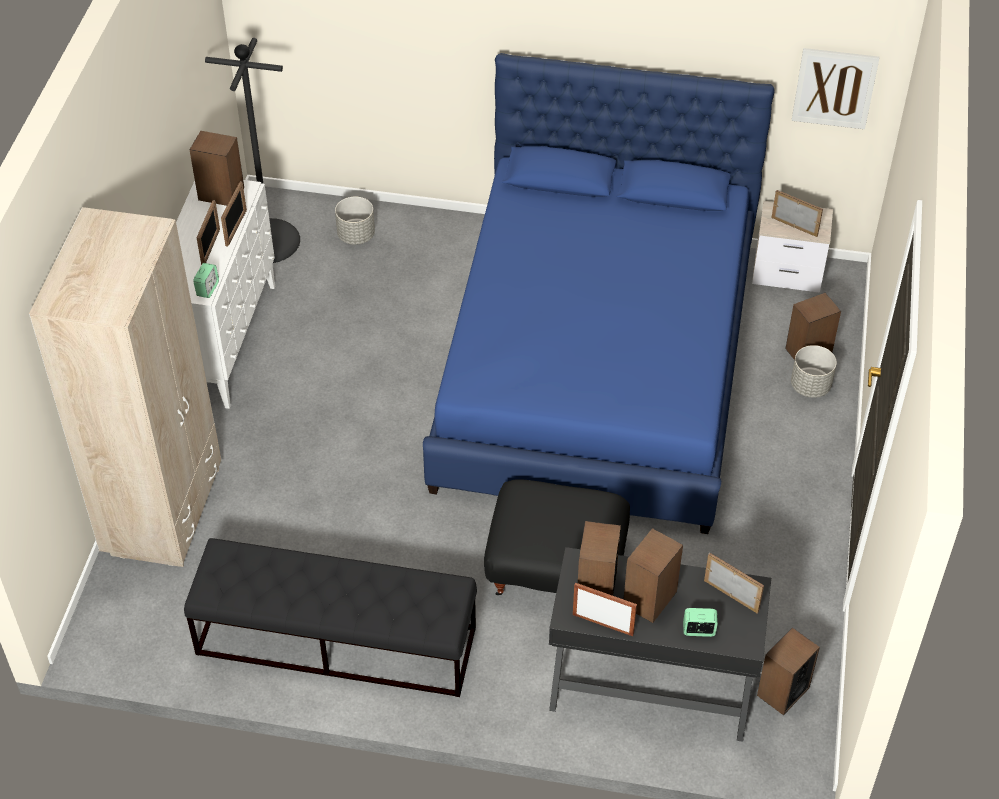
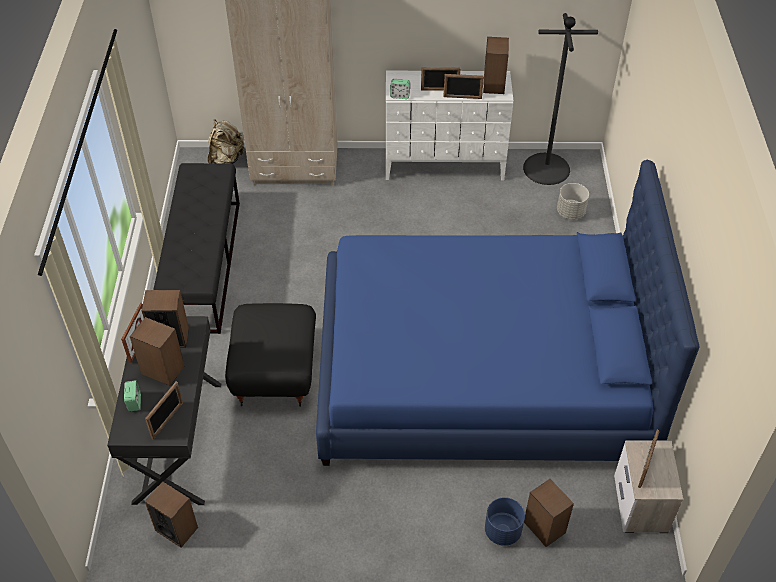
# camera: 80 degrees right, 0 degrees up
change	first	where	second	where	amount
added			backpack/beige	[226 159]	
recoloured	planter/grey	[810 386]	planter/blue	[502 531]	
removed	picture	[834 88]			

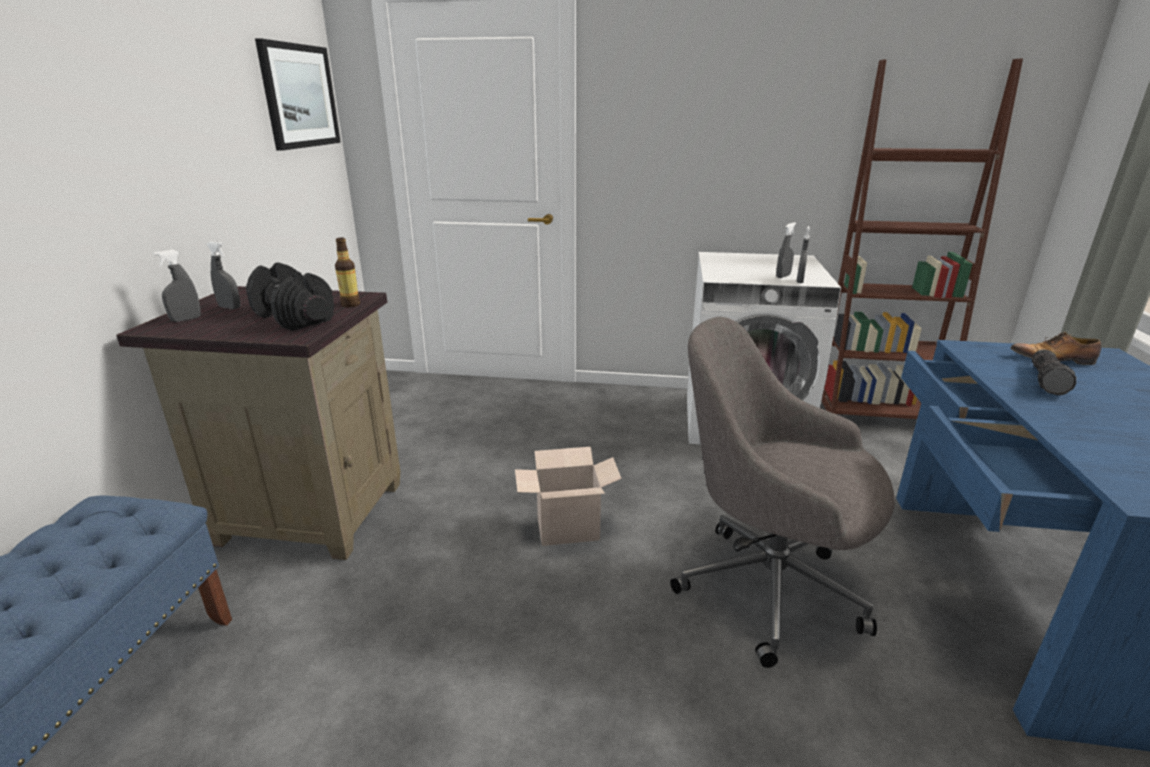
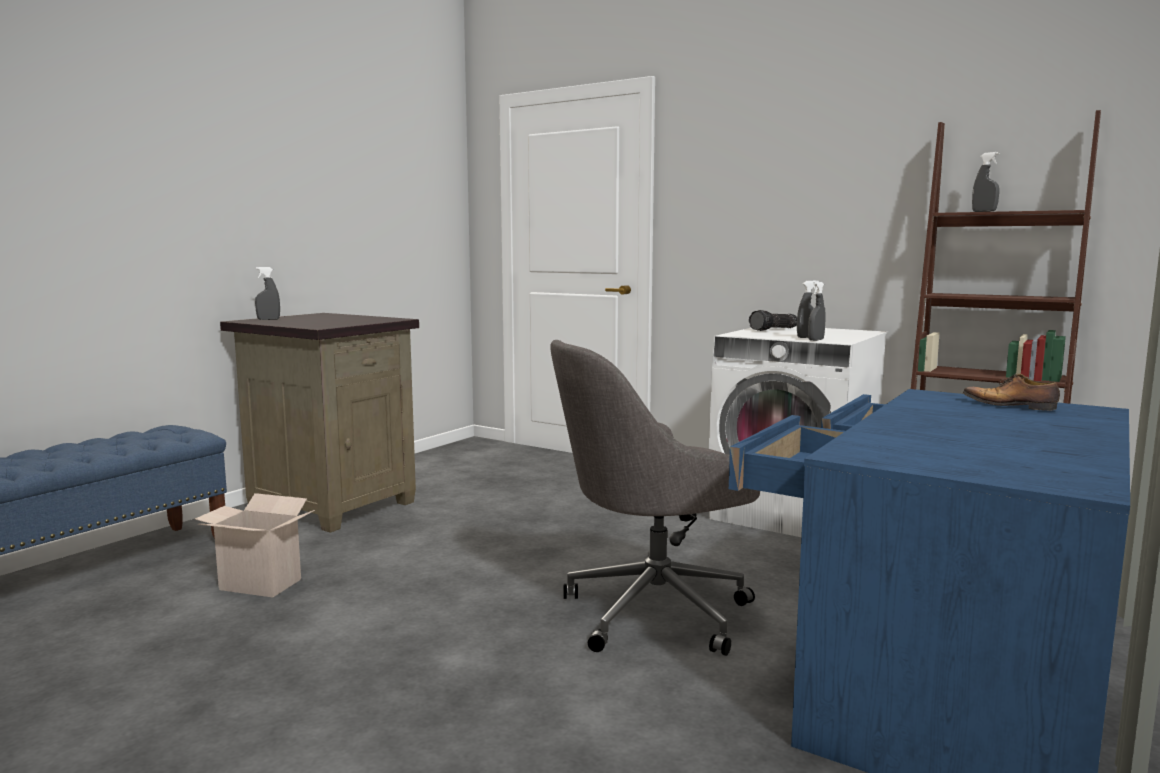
# camera: 25 degrees right, 15 degrees down
change	first	where	second	where	amount
moved	cardboard box	[566 531]		[257 585]	
turned	office chair/grey	[766 590]		[654 614]	75 degrees counterclockwise
moved	flashlight	[1048 381]		[774 329]	
moved	spray bottle/grey	[230 307]		[984 211]	
removed	dumbbell/black	[295 317]			
removed	picture	[299 96]			
removed	bottle	[350 304]			

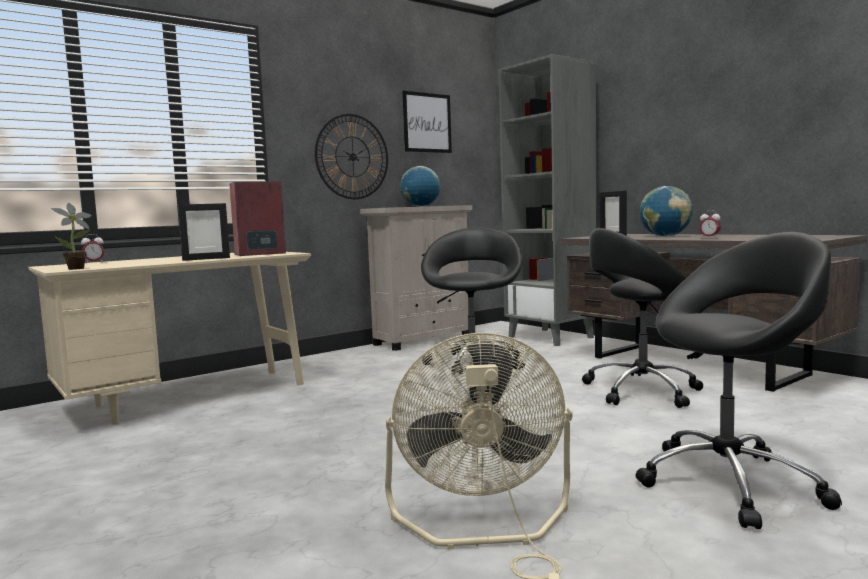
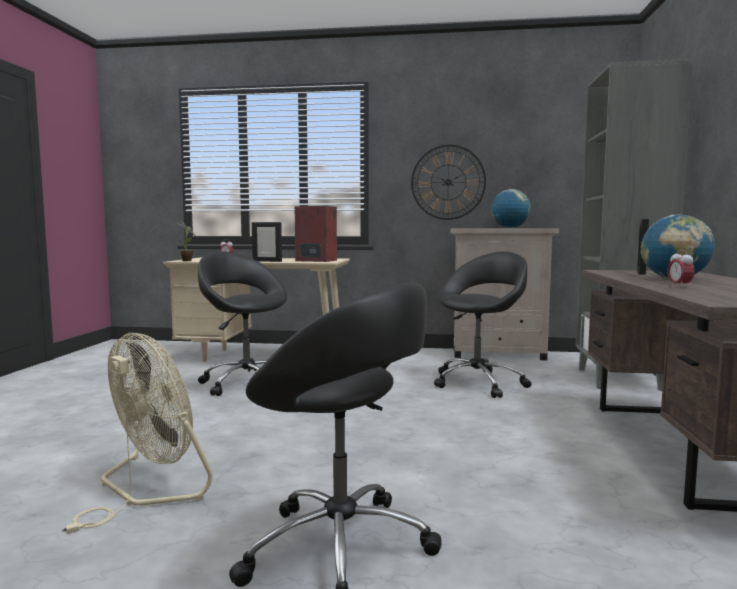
# camera: 45 degrees right, 0 degrees up
change	first	where	second	where	amount
moved	office chair/black	[638 391]		[246 382]	
removed	picture	[427 123]			

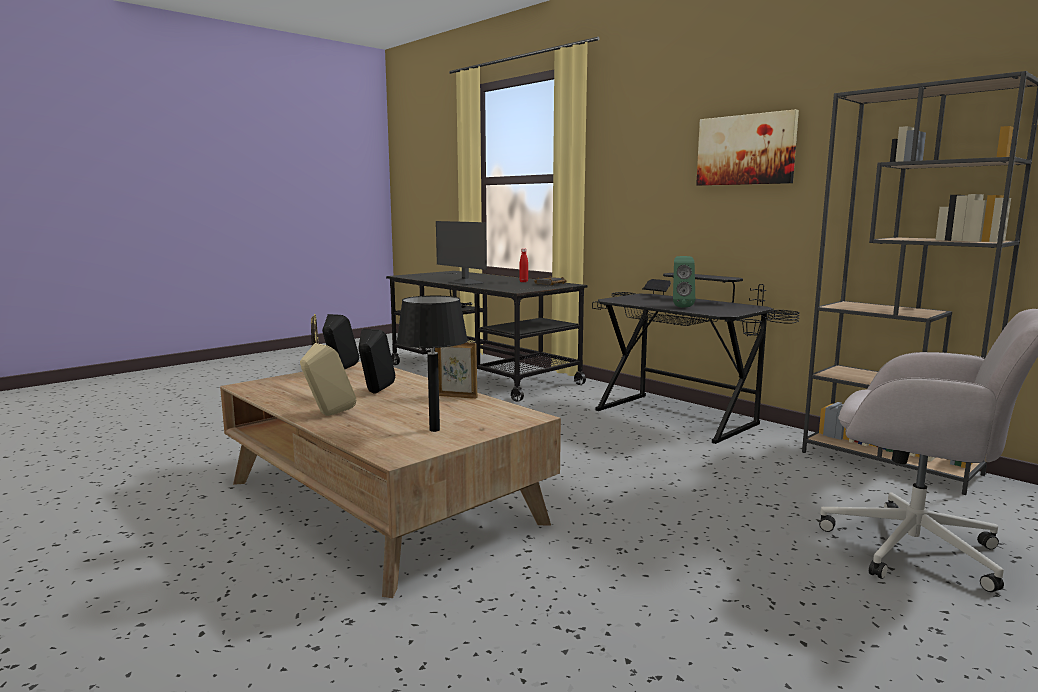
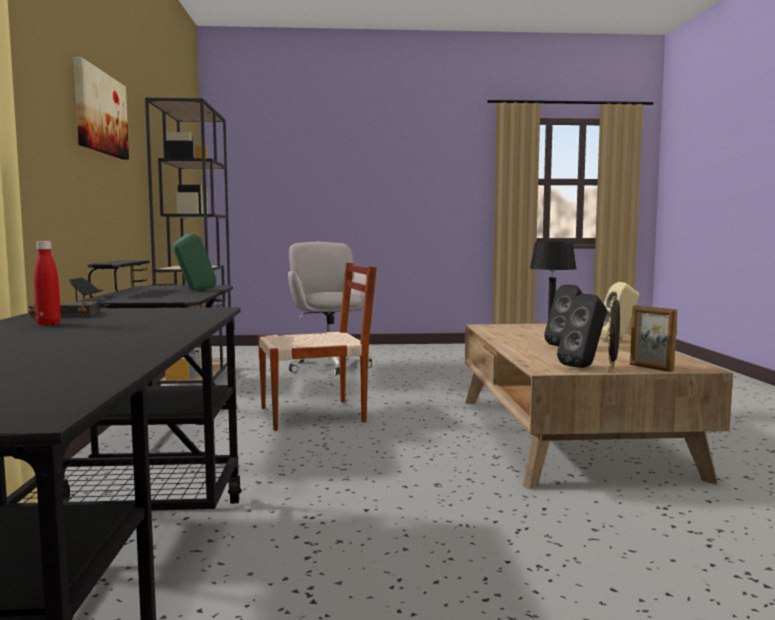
# camera: 140 degrees left, 5 degrees down
change	first	where	second	where	amount
added			chair	[315 415]	
moved	picture frame	[457 396]		[650 368]	
removed	monitor	[465 283]			

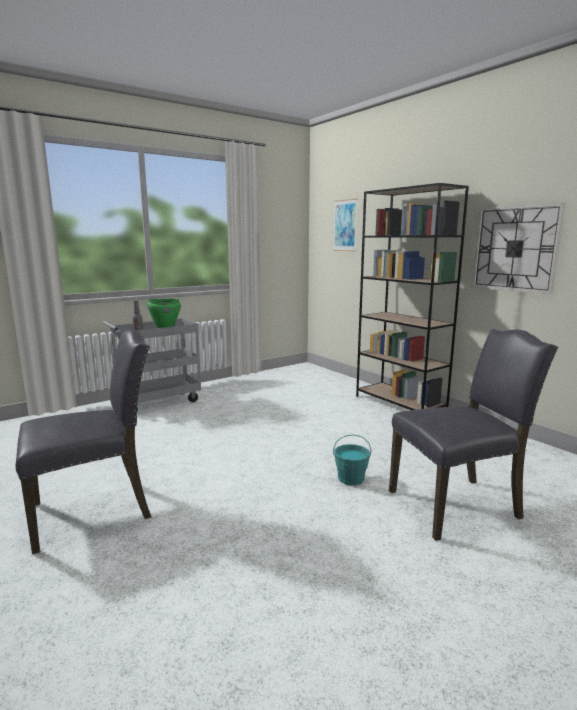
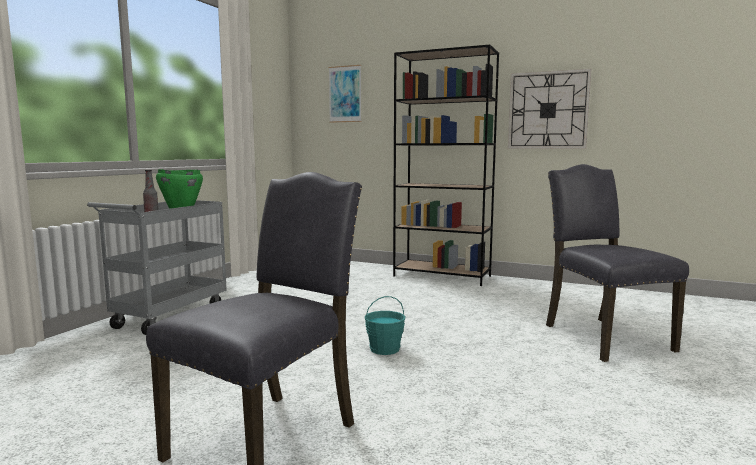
# camera: 30 degrees left, 5 degrees down
change	first	where	second	where	amount
moved	bucket/turquoise	[351 478]		[384 349]	
turned	chair/grey	[457 505]		[602 336]	60 degrees counterclockwise

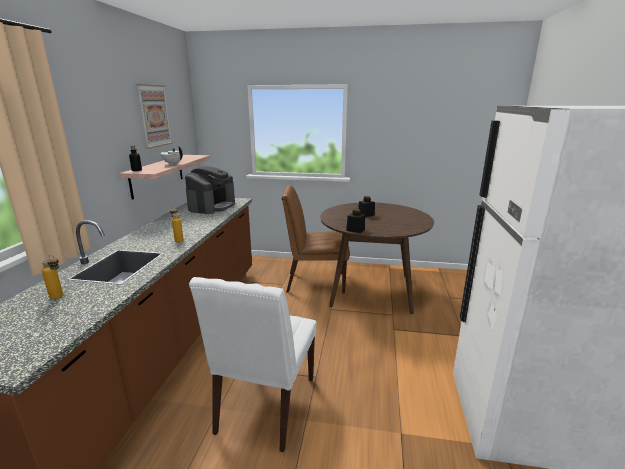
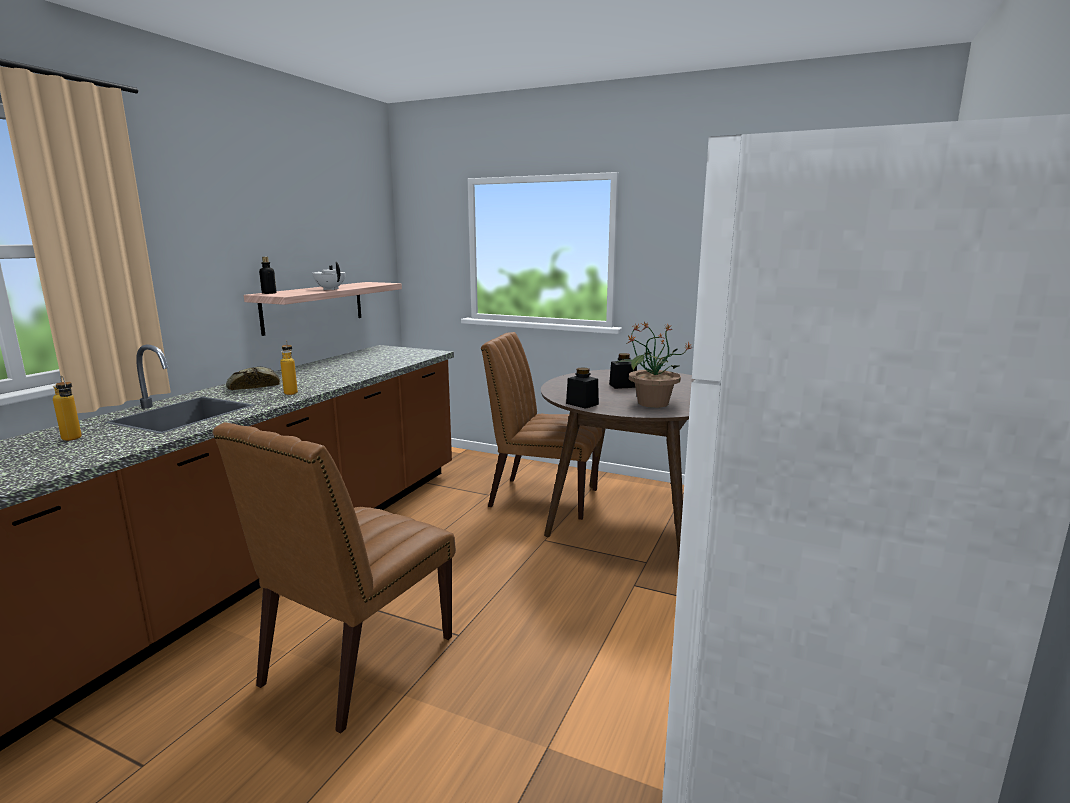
# camera: 15 degrees right, 5 degrees down
change	first	where	second	where	amount
recoloured	chair/white	[266 403]	chair/brown	[359 659]	
added			bread	[252 386]	
added			potted plant	[651 403]	
removed	picture	[154 116]			
removed	coffee machine	[212 206]			

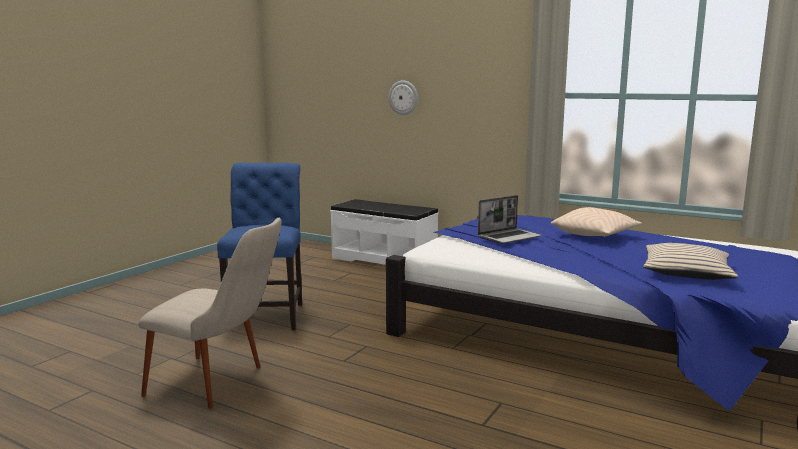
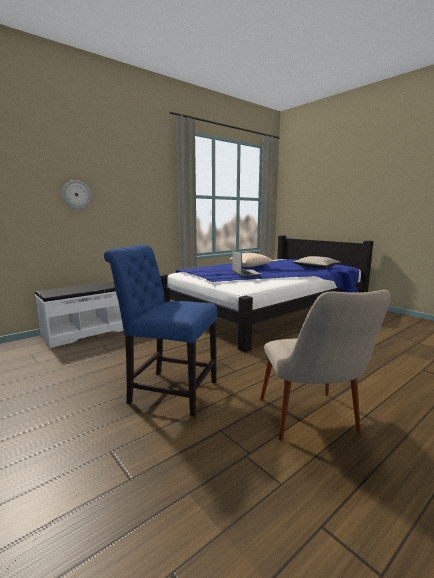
# camera: 70 degrees left, 0 degrees up
change	first	where	second	where	amount
turned	chair/beige	[221 383]		[313 425]	135 degrees clockwise

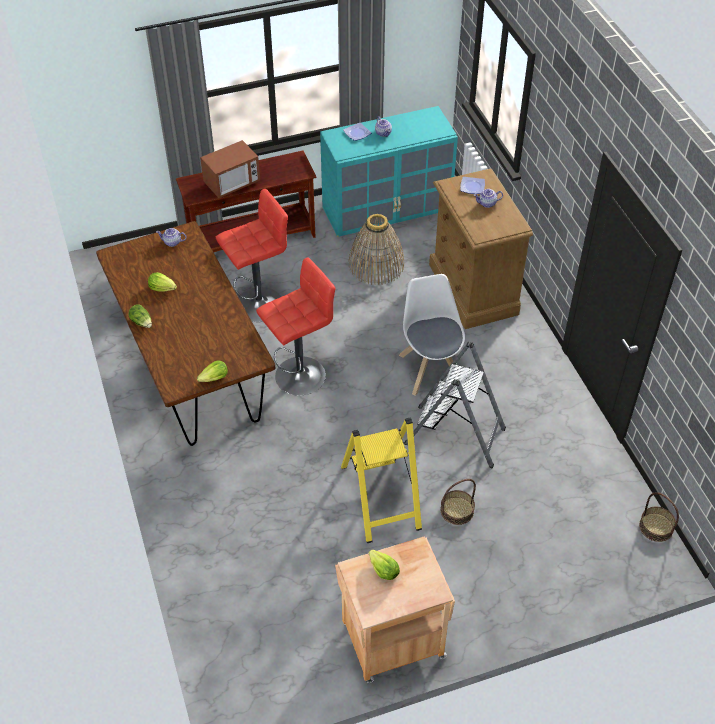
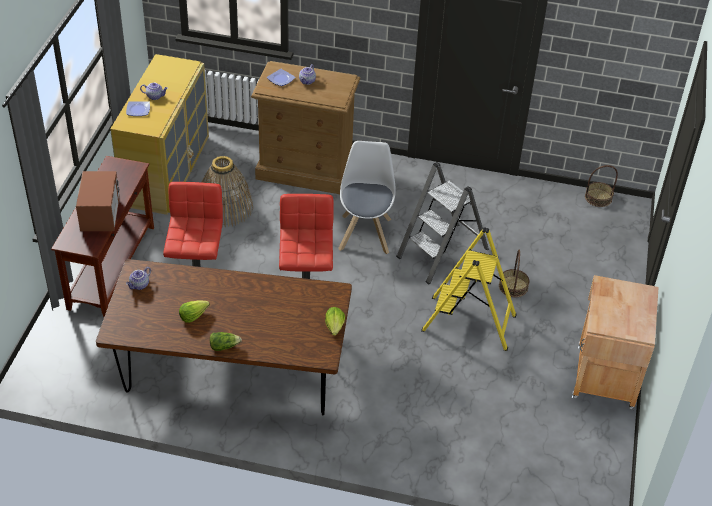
# camera: 60 degrees left, 5 degrees down
change	first	where	second	where	amount
recoloured	cabinet/turquoise	[387 209]	cabinet/yellow	[167 170]	
turned	chair	[430 368]		[365 232]	75 degrees clockwise
removed	lettuce	[383 570]			

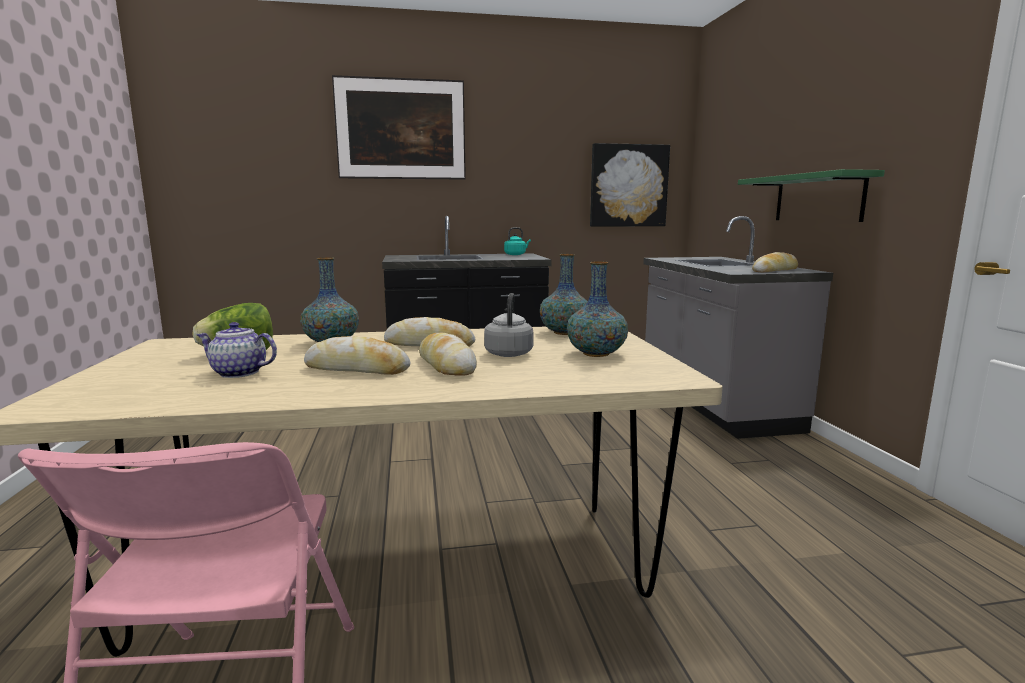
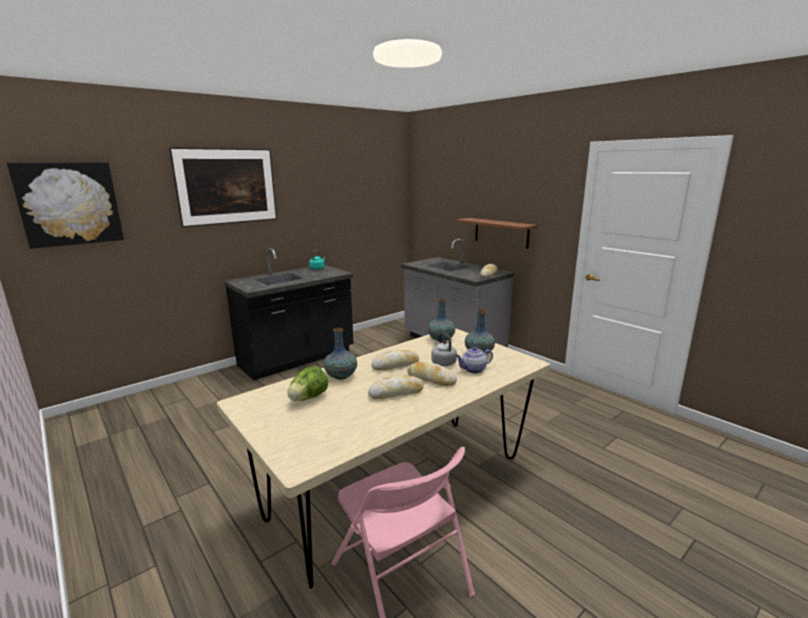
# camera: 30 degrees left, 5 degrees up
change	first	where	second	where	amount
moved	picture	[628 186]		[69 203]	
recoloured	shelf/green	[818 198]	shelf/brown	[501 232]	
moved	teapot	[237 373]		[473 370]	

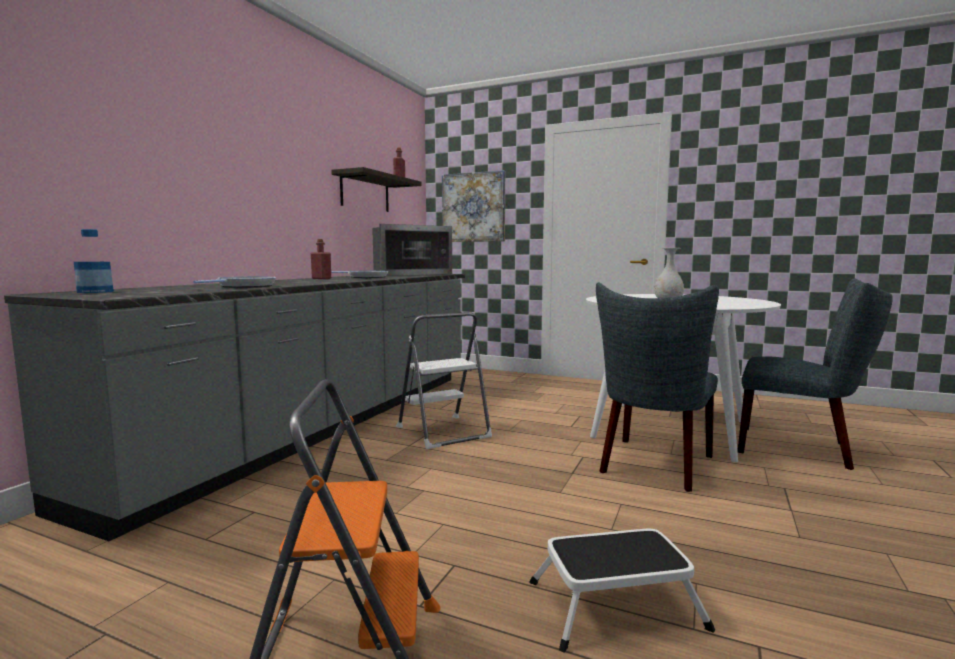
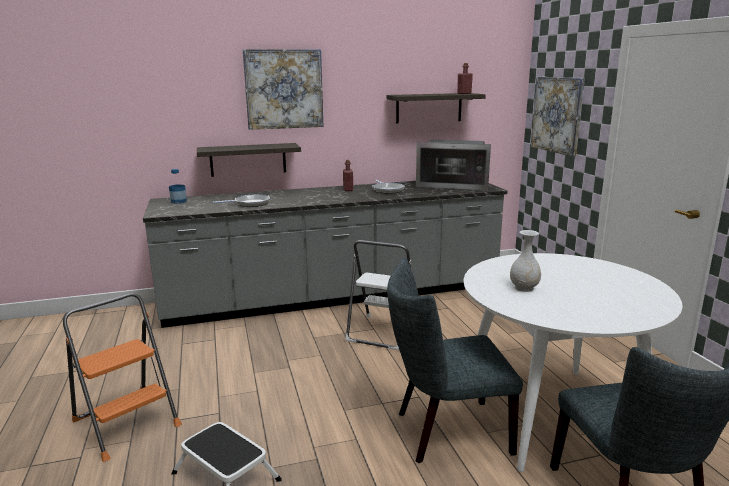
# camera: 50 degrees right, 10 degrees up
change	first	where	second	where	amount
added			shelf	[248 159]	
added			picture	[284 89]	

